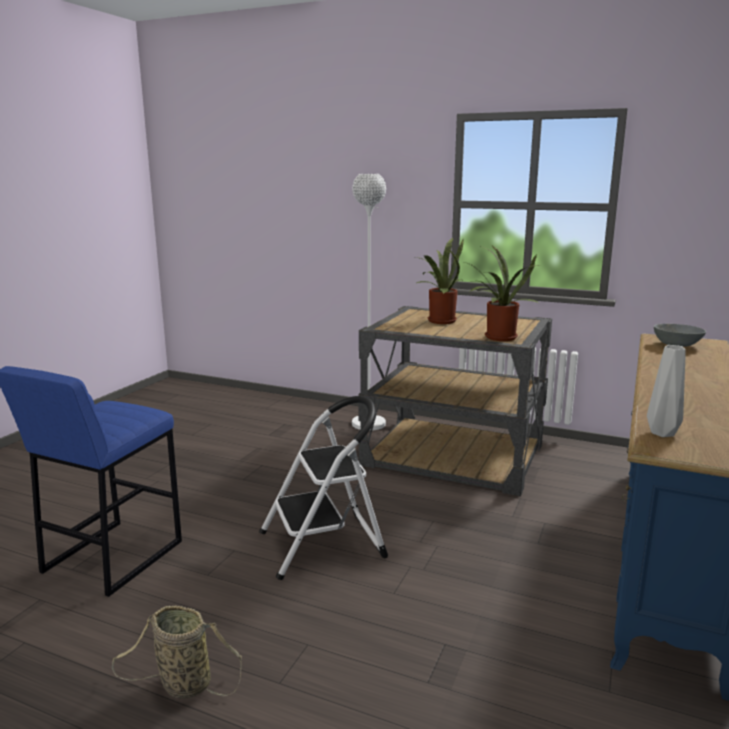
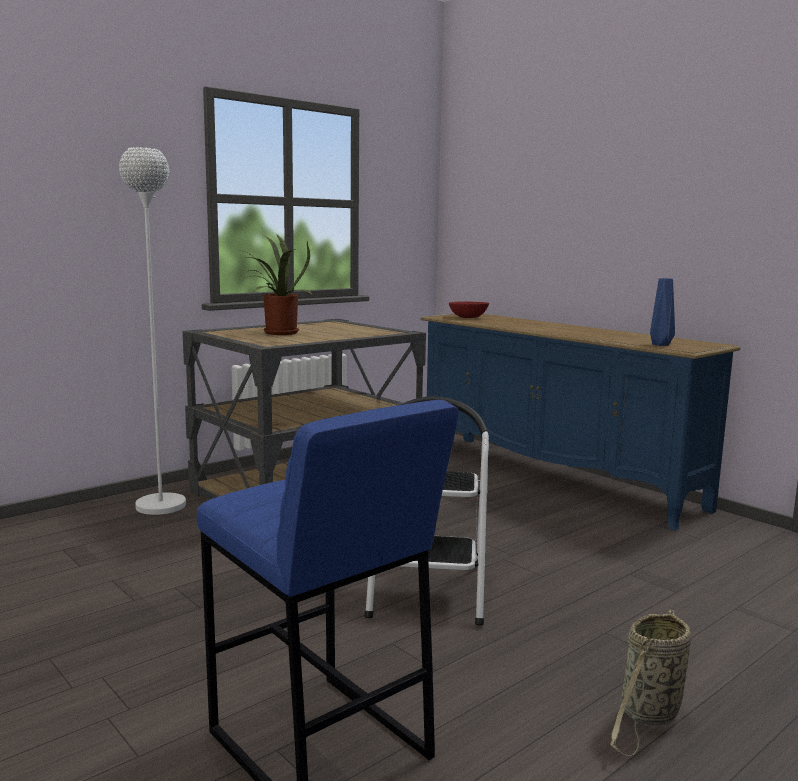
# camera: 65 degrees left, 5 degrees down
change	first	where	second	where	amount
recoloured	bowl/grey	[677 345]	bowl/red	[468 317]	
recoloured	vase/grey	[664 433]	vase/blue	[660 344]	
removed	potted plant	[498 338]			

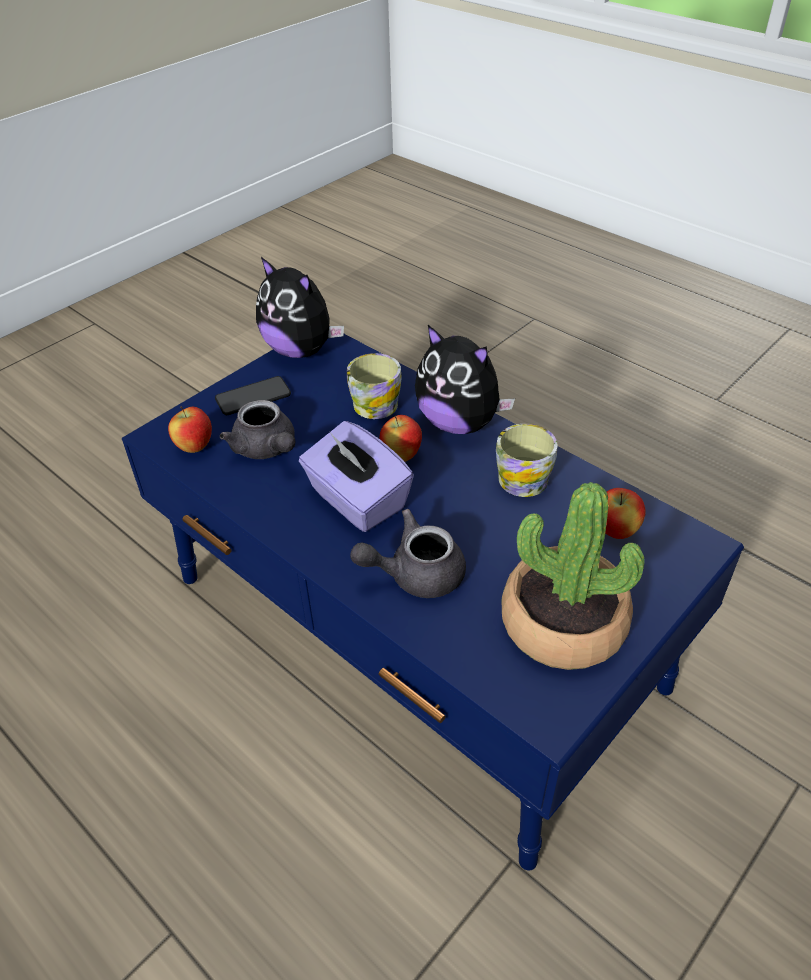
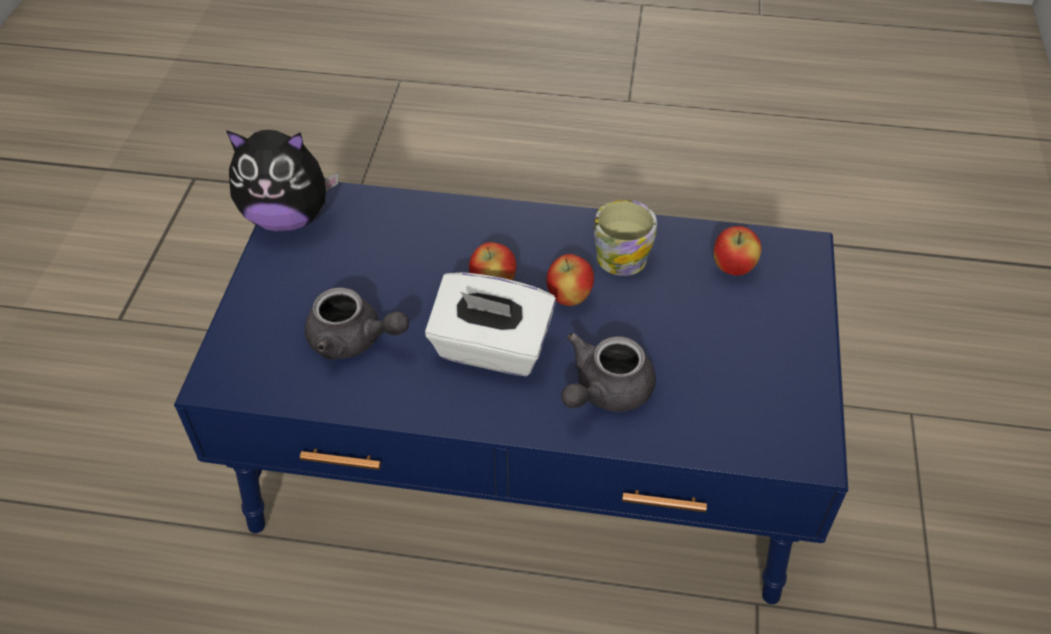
# camera: 35 degrees left, 5 degrees up
change	first	where	second	where	amount
recoloured	tissue box/purple	[357 500]	tissue box/white	[491 349]	
moved	apple	[195 447]		[569 298]	
removed	phone	[253 397]			
removed	mug	[373 402]			
removed	plush toy	[459 423]			
removed	potted plant	[562 624]			

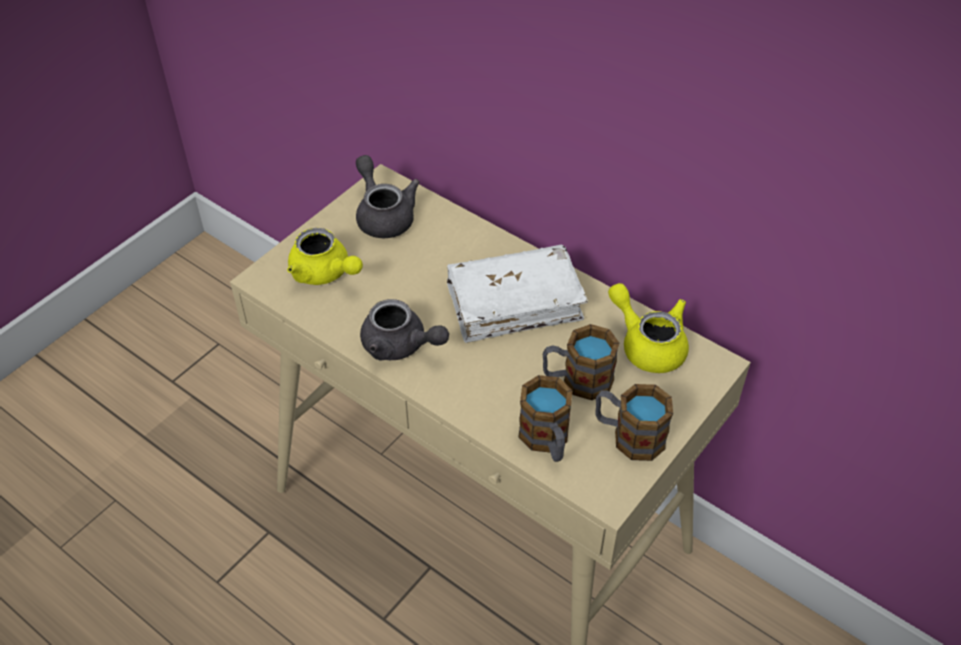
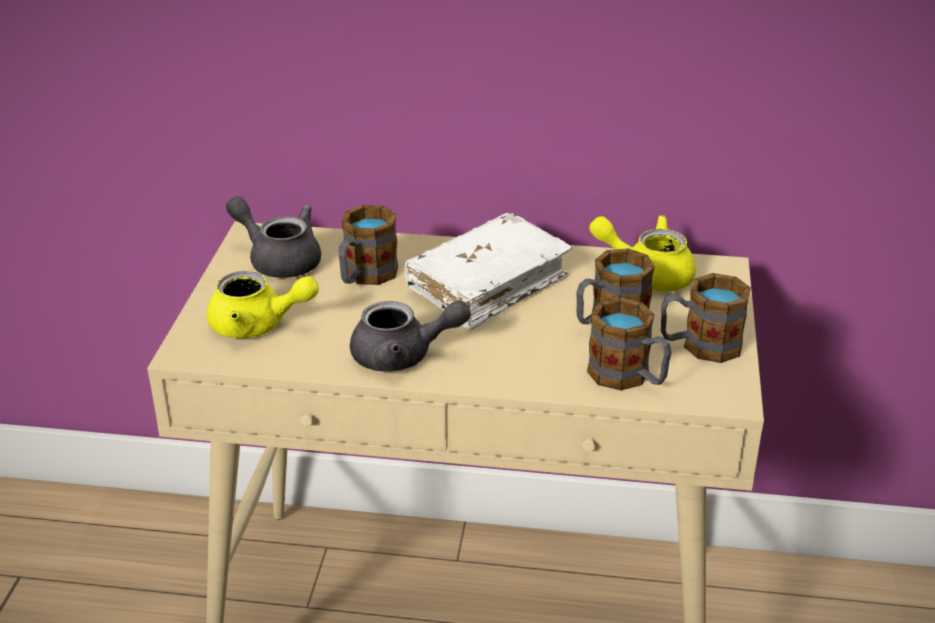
# camera: 30 degrees left, 15 degrees down
change	first	where	second	where	amount
added			mug	[365 276]	

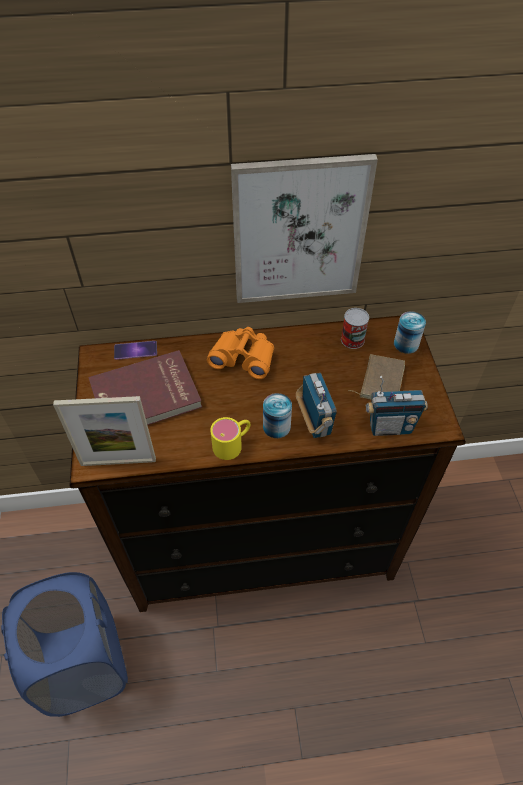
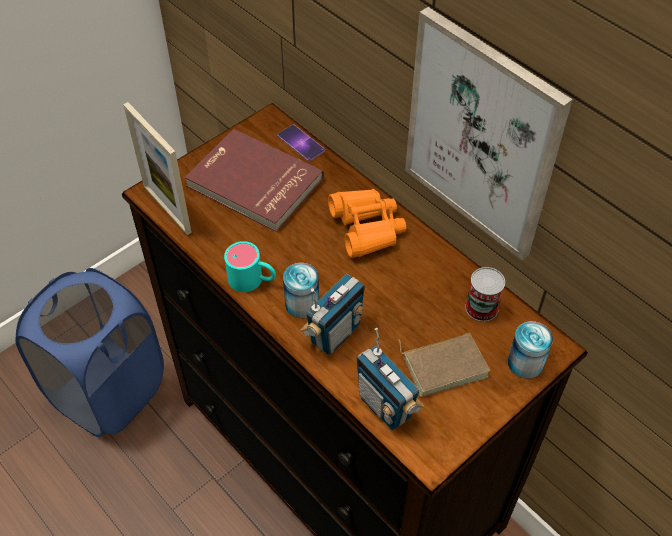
# camera: 55 degrees right, 0 degrees up
change	first	where	second	where	amount
recoloured	mug/yellow	[233 443]	mug/turquoise	[252 280]	

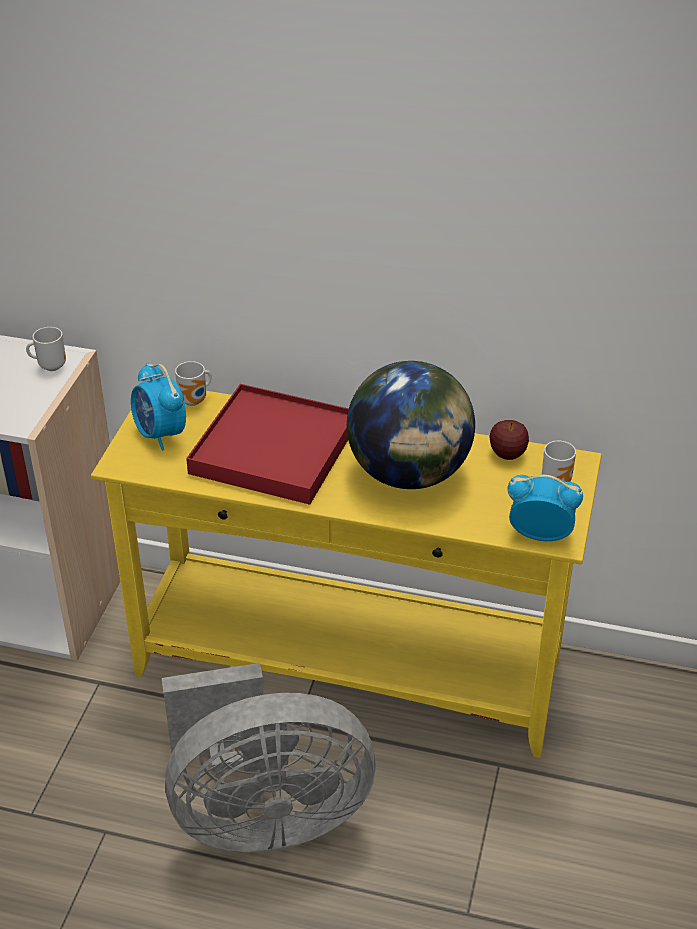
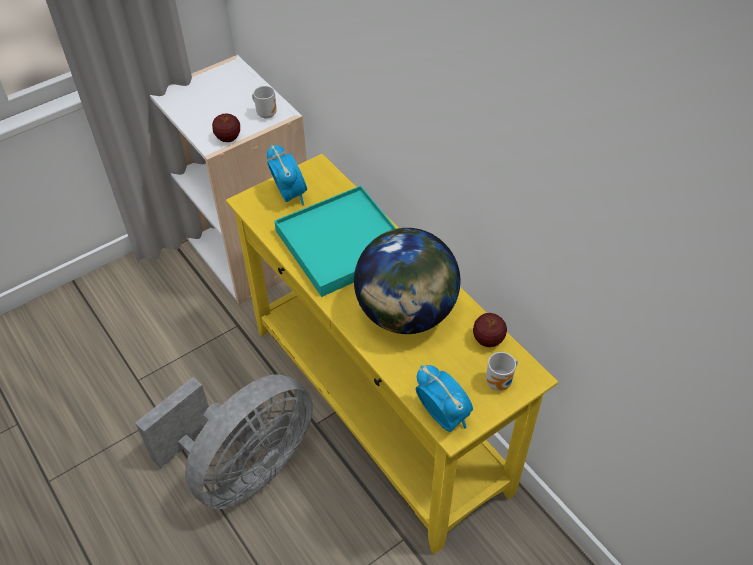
# camera: 40 degrees right, 10 degrees up
change	first	where	second	where	amount
turned	fan/grey	[263 816]		[243 468]	75 degrees counterclockwise
added			apple	[228 138]	
turned	alarm clock	[160 434]		[289 194]	150 degrees clockwise
recoloured	tray/red	[274 449]	tray/turquoise	[342 244]	
removed	mug	[195 401]			

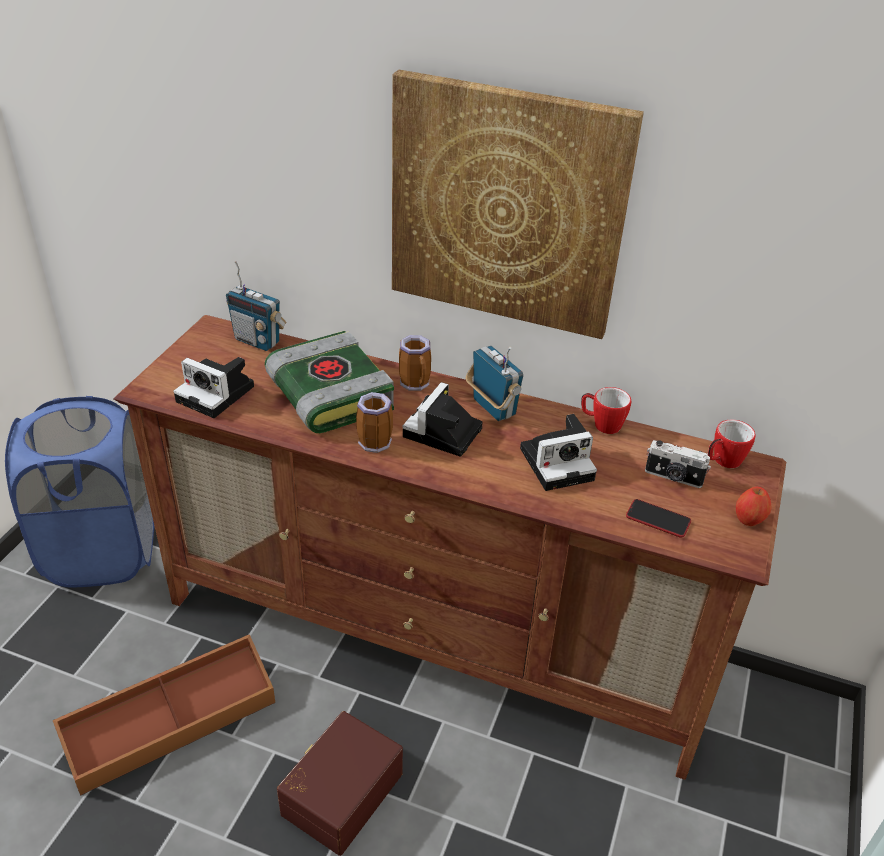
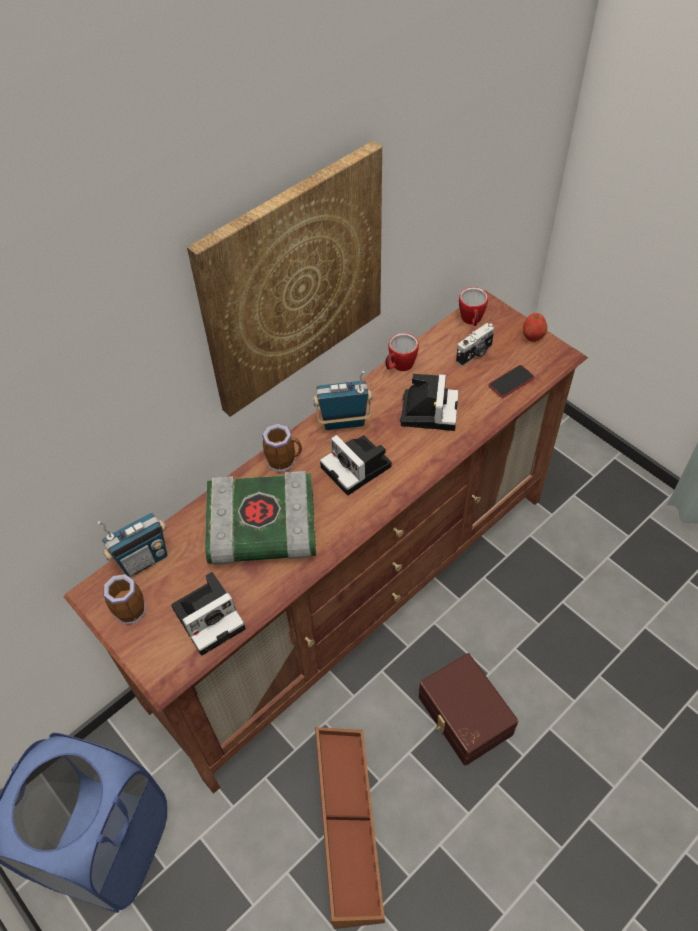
# camera: 60 degrees left, 15 degrees up
change	first	where	second	where	amount
moved	mug	[375 440]		[128 609]	

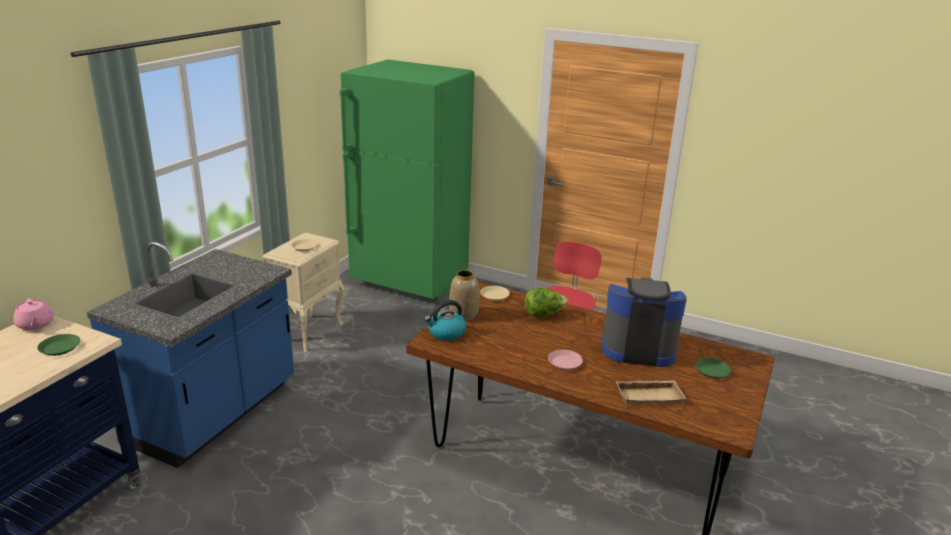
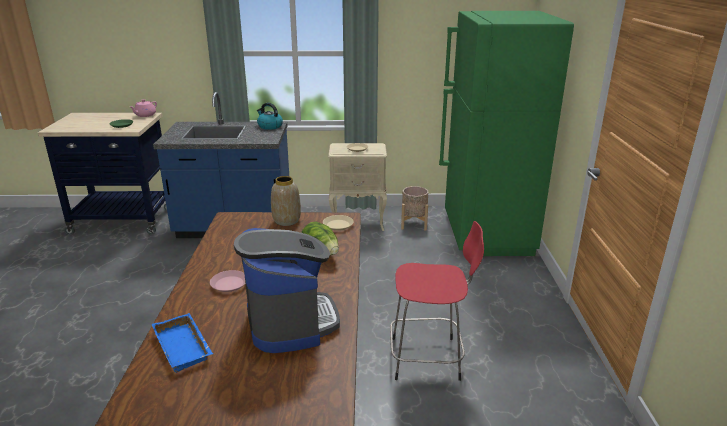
# camera: 65 degrees right, 0 degrees up
change	first	where	second	where	amount
recoloured	tray/beige	[649 395]	tray/blue	[185 346]	
moved	kettle	[446 333]		[269 126]	
added			planter/beige	[414 224]	
removed	plate/green	[712 371]			

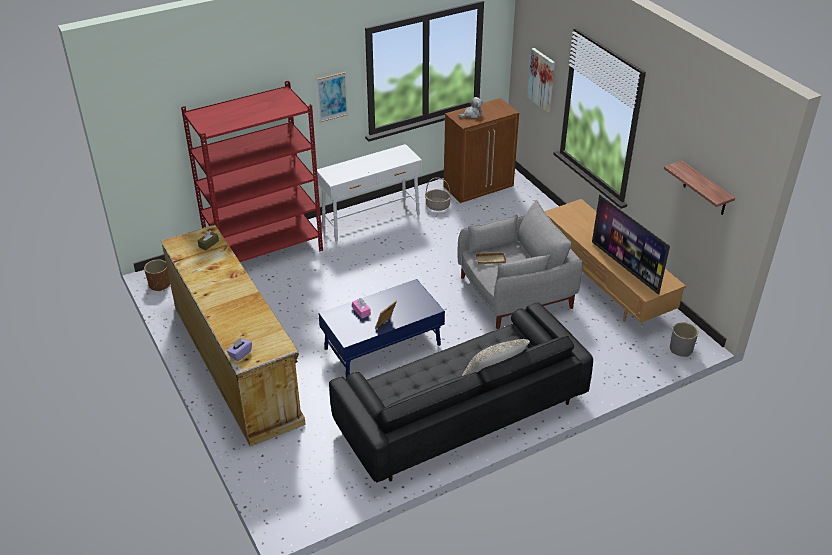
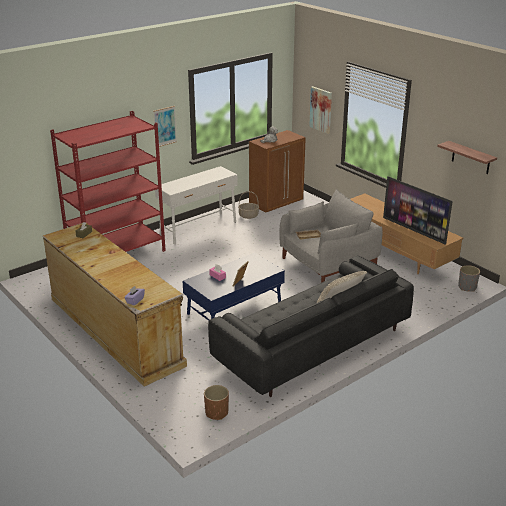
# camera: 10 degrees left, 10 degrees down
change	first	where	second	where	amount
moved	planter/brown	[159 284]		[216 412]	

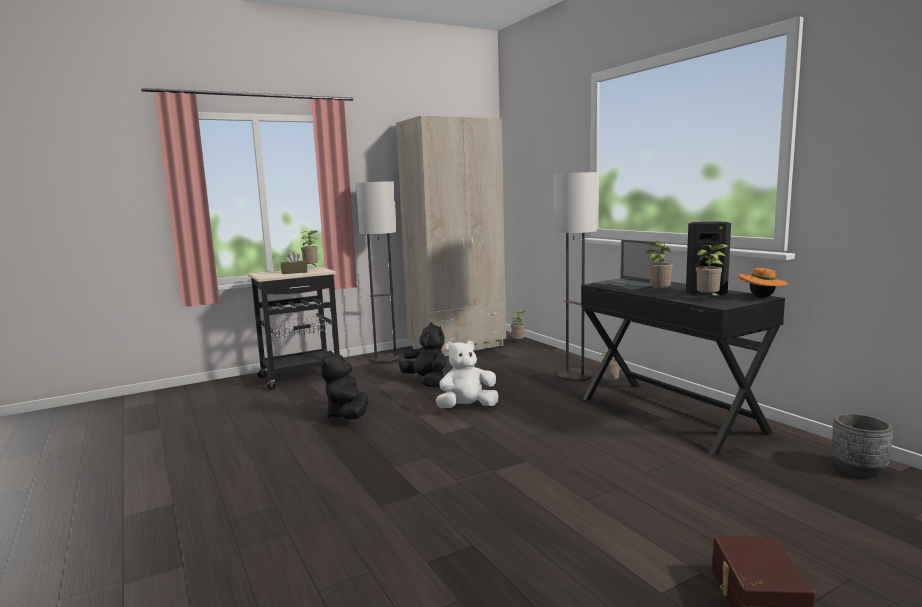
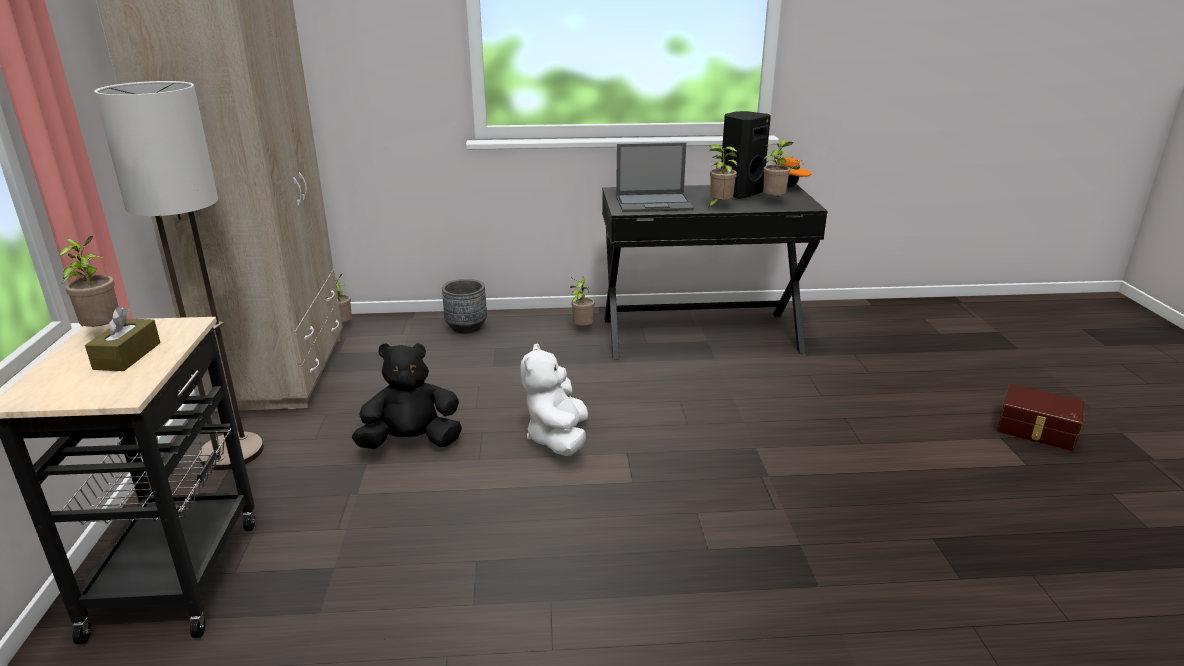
# camera: 65 degrees left, 15 degrees up
change	first	where	second	where	amount
moved	planter/grey	[858 469]		[466 327]	
removed	plush toy/black	[348 416]			
removed	floor lamp	[575 376]			

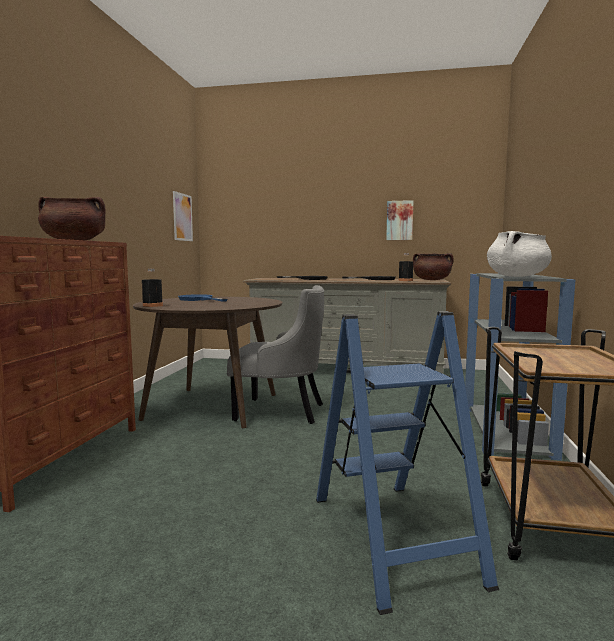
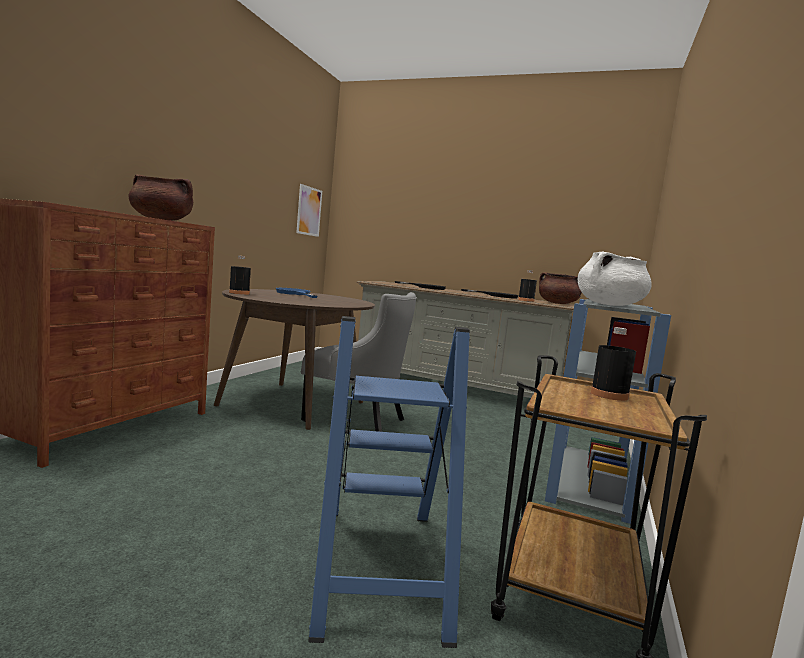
# camera: 10 degrees right, 0 degrees up
change	first	where	second	where	amount
added			bottle/black	[609 395]	
removed	picture	[399 220]			

